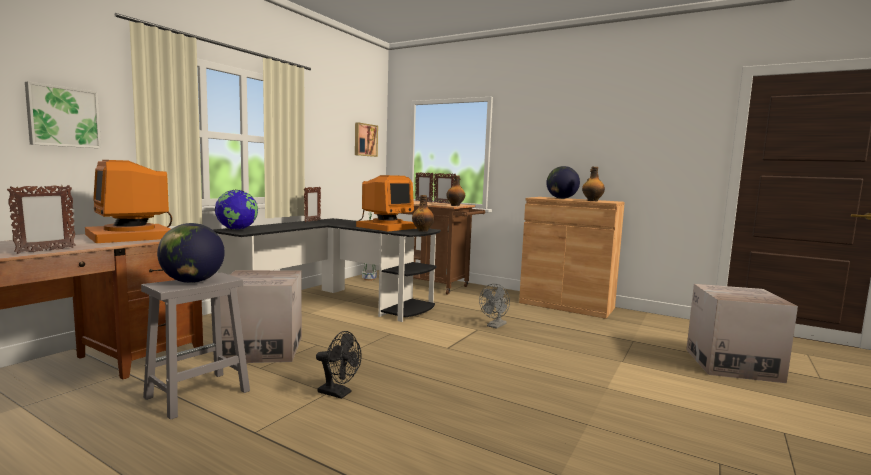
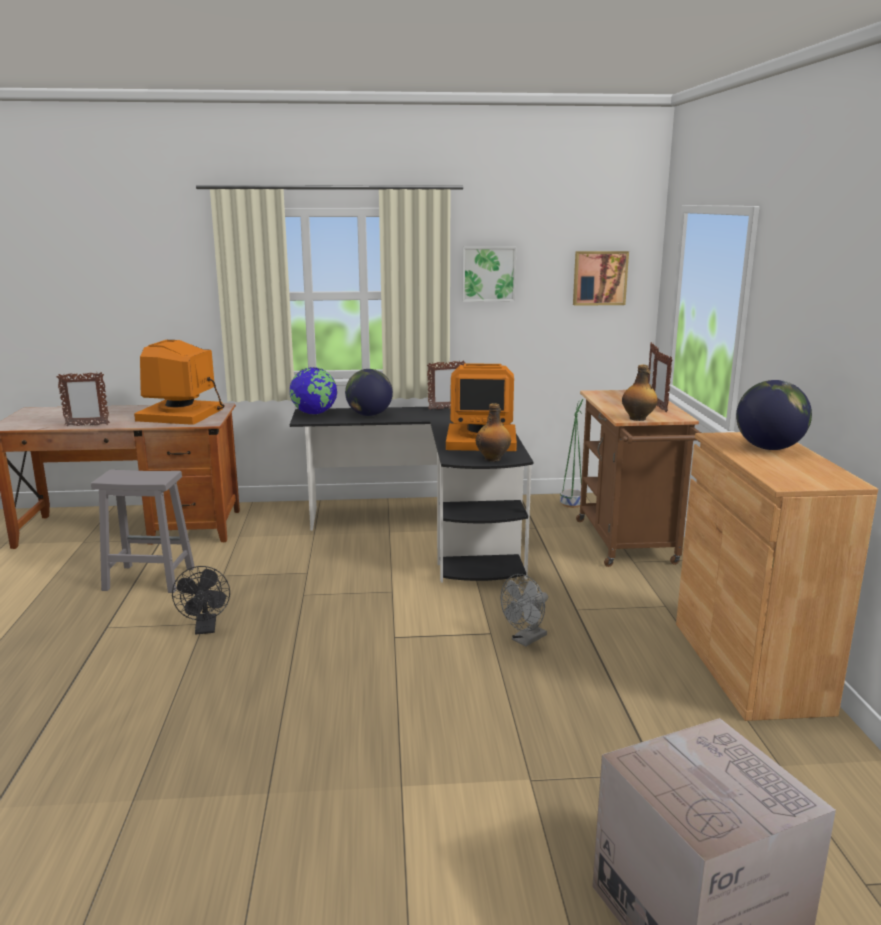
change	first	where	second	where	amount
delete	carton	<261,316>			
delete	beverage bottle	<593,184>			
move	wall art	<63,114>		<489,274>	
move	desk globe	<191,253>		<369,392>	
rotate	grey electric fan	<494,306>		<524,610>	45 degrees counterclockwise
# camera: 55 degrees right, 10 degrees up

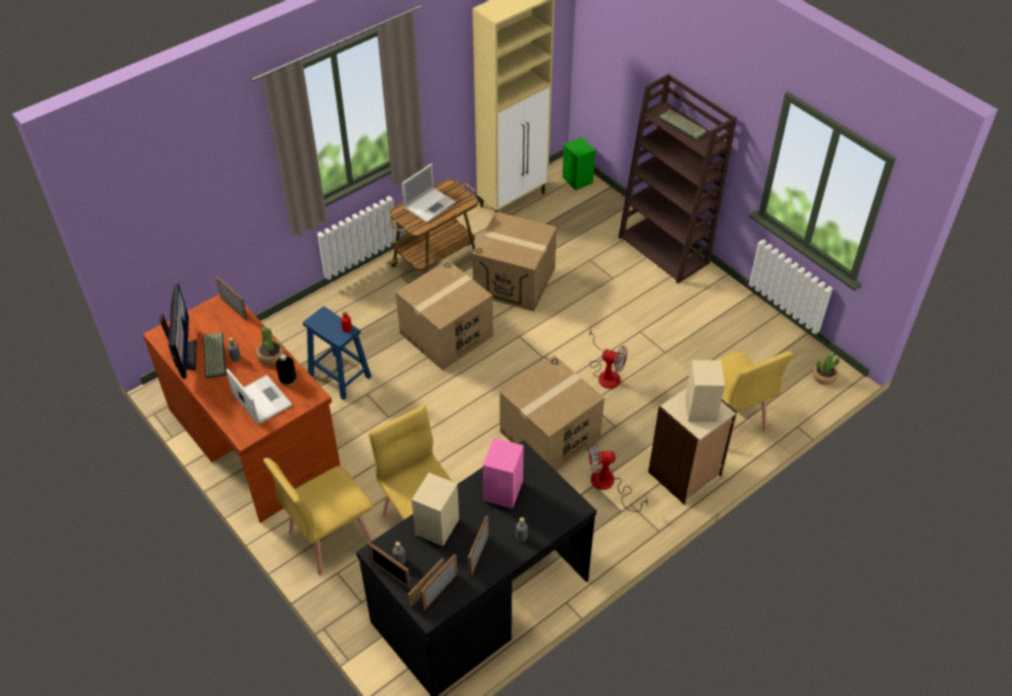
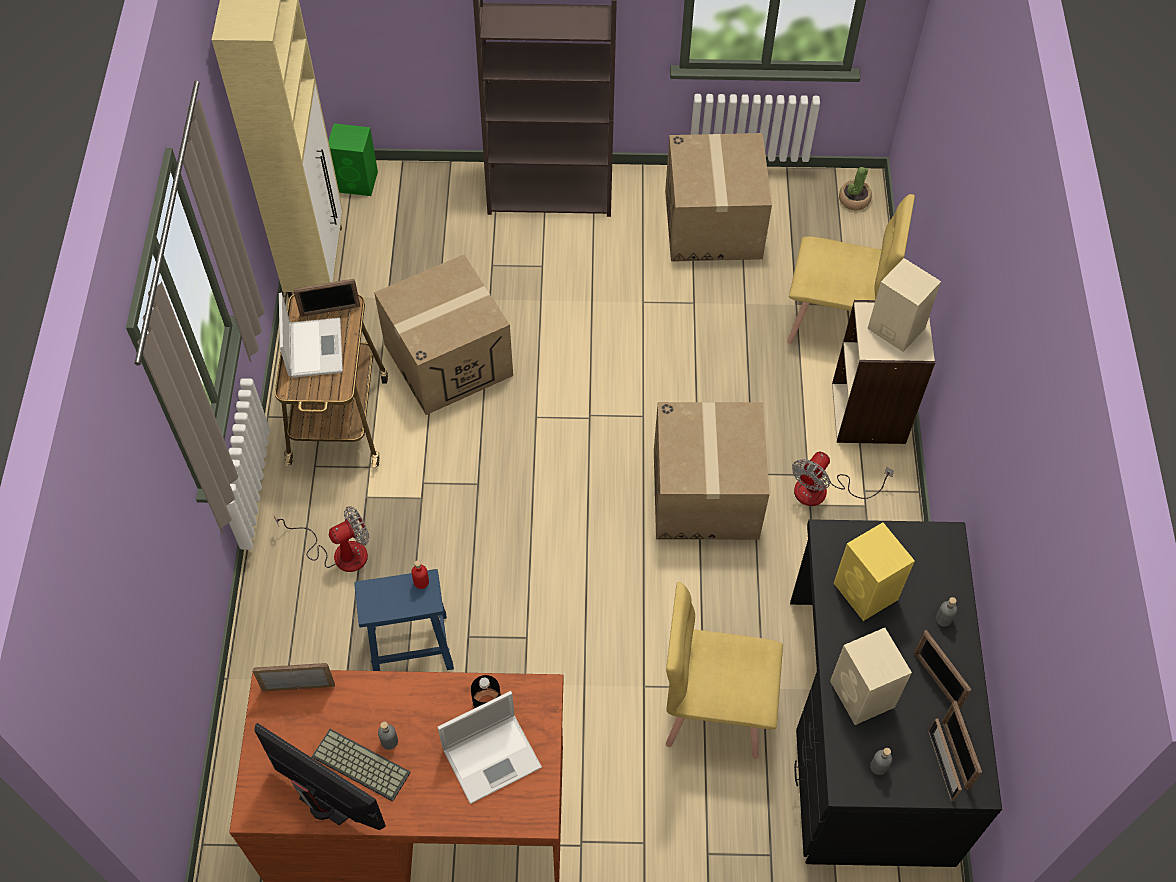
change	first	where	second	where	amount
delete	potted plant	<270,346>			
delete	yellow-coloured upright chair	<318,516>			
delete	PC keyboard	<683,125>			
move	photo frame	<389,566>		<326,298>	
move	carton	<444,315>		<718,197>	
move	electric fan	<608,359>		<321,539>	
recolor	pink-coloured speaker	<503,473>	yellow-coloured speaker	<874,571>	
rotate	laptop	<259,396>		<490,747>	150 degrees clockwise
# camera: 50 degrees left, 10 degrees up

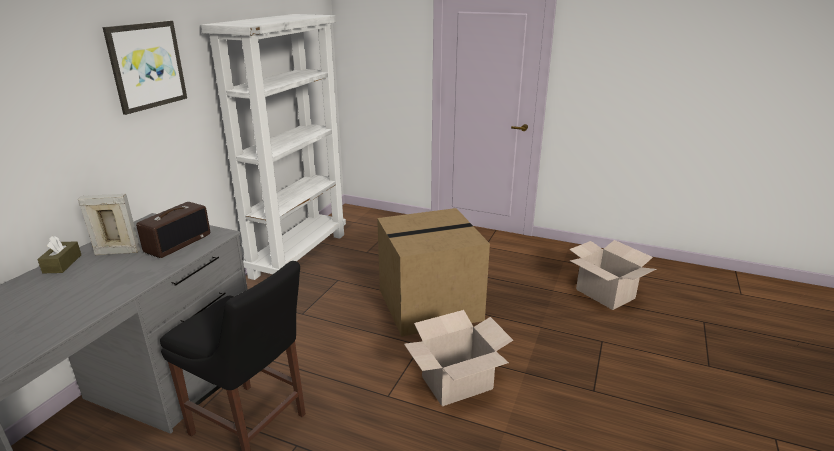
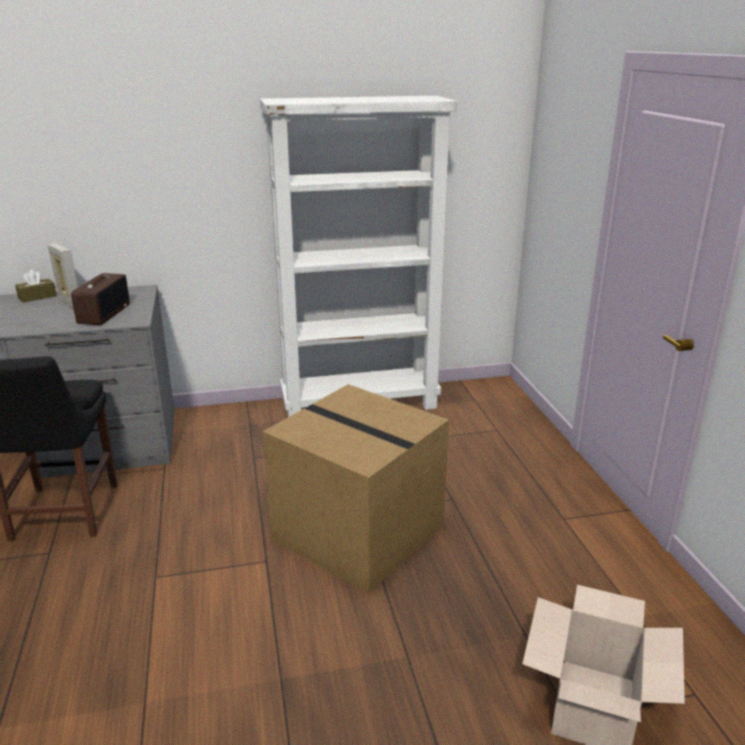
change	first	where	second	where	amount
delete	wall art	<144,67>			
delete	carton	<458,358>			
rotate	radio	<173,230>		<100,299>	75 degrees counterclockwise
# camera: 55 degrees right, 0 degrees up

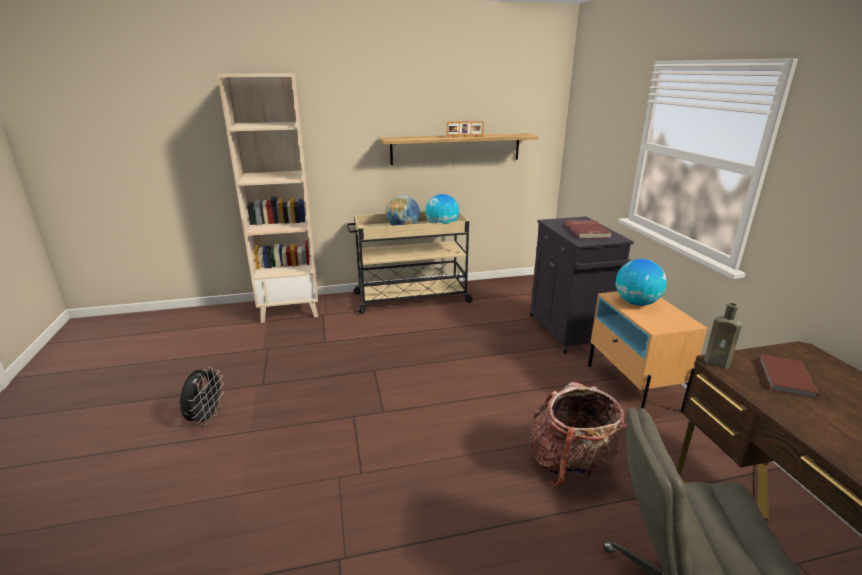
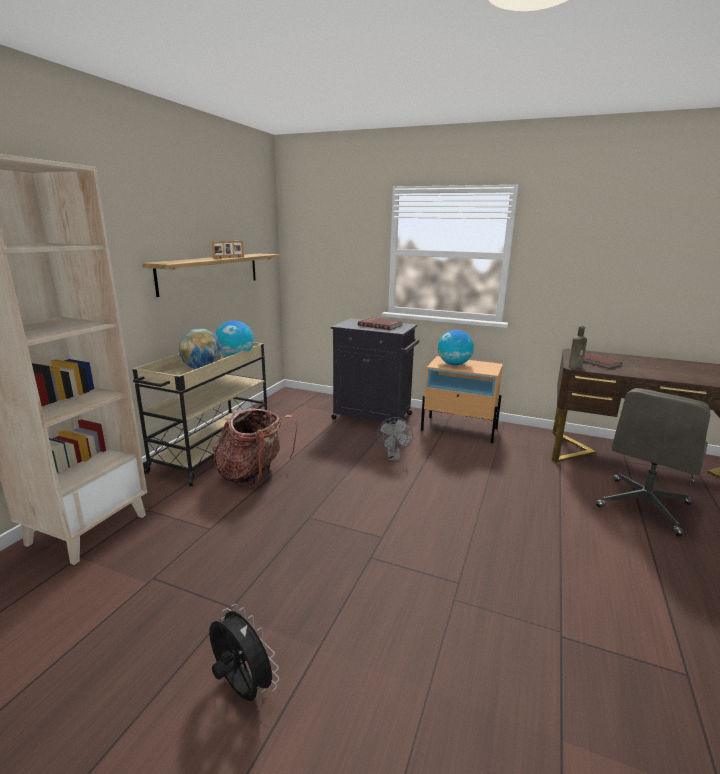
change	first	where	second	where	amount
insert			grey electric fan	<395,439>	
move	knapsack	<580,434>		<255,448>	
# camera: 55 degrees left, 5 degrees down

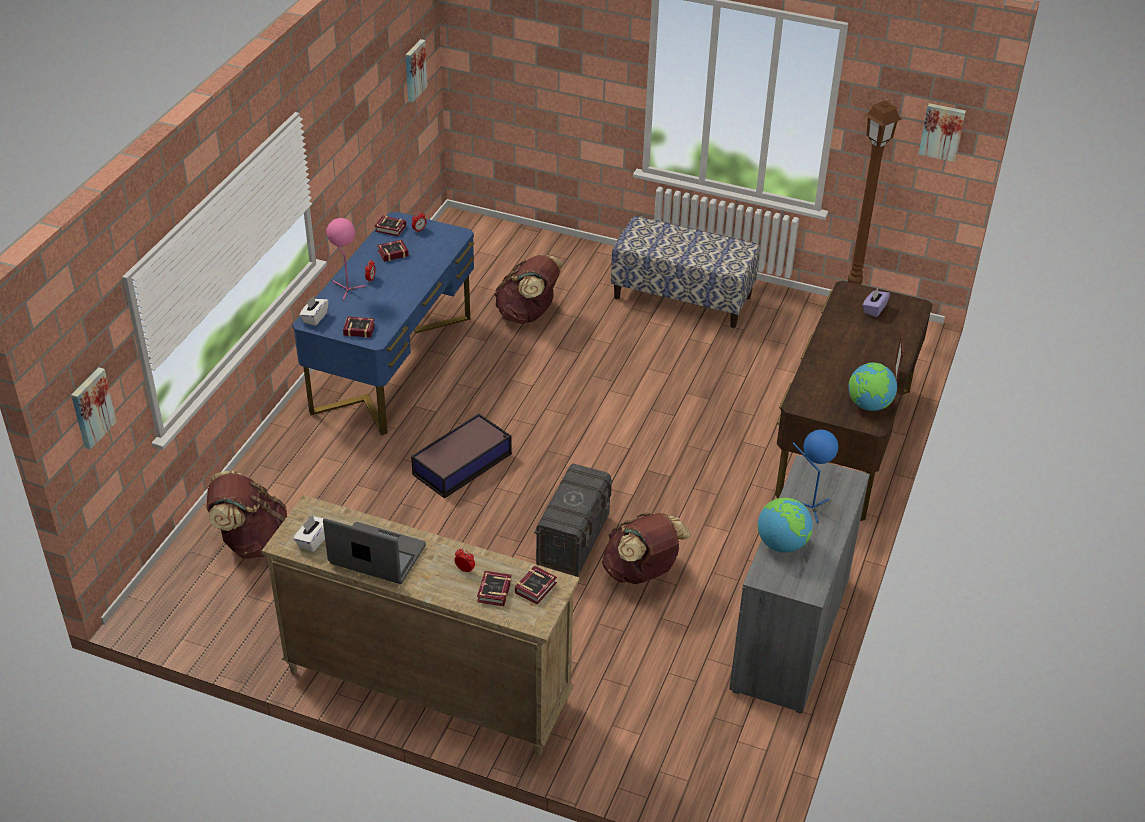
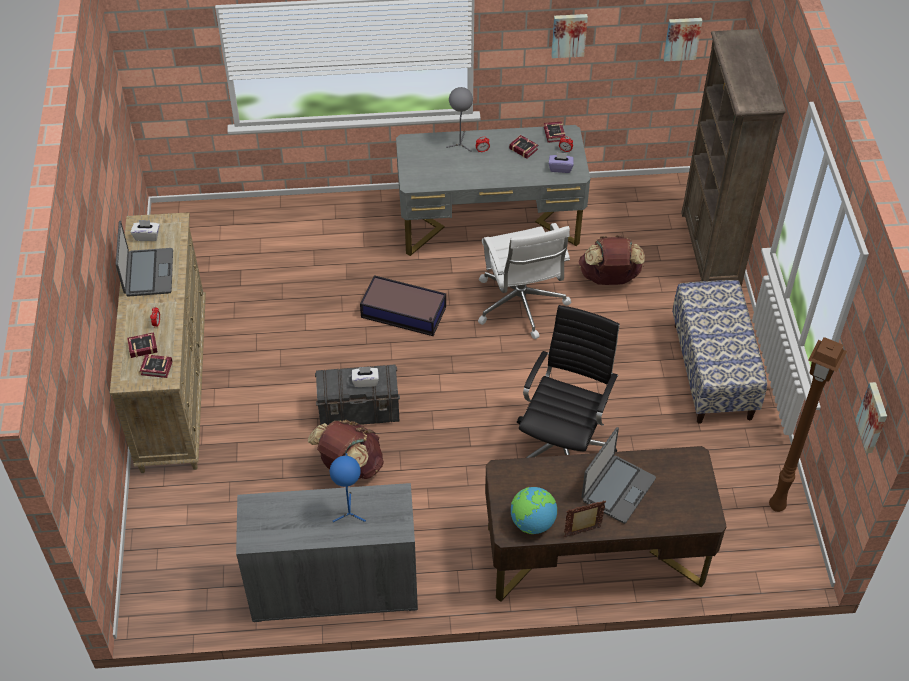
change	first	where	second	where	amount
delete	brown knapsack	<247,515>			
delete	bound book	<359,327>			
delete	desk globe	<785,525>			
insert			white computer chair	<525,281>	
insert			blackish computer chair	<568,381>	
insert			laptop	<619,475>	
insert			brown shelving unit	<733,158>	
move	wall art	<94,408>		<570,36>	
move	white tissue holder	<313,311>		<365,377>	
move	purple tissue holder	<876,302>		<561,162>	
recolor	blue-coloured desk	<383,323>	grey desk	<493,190>	
recolor	pink-coloured lamp for a table	<344,259>	grey lamp for a table	<459,119>	
# camera: 65 degrees right, 10 degrees up

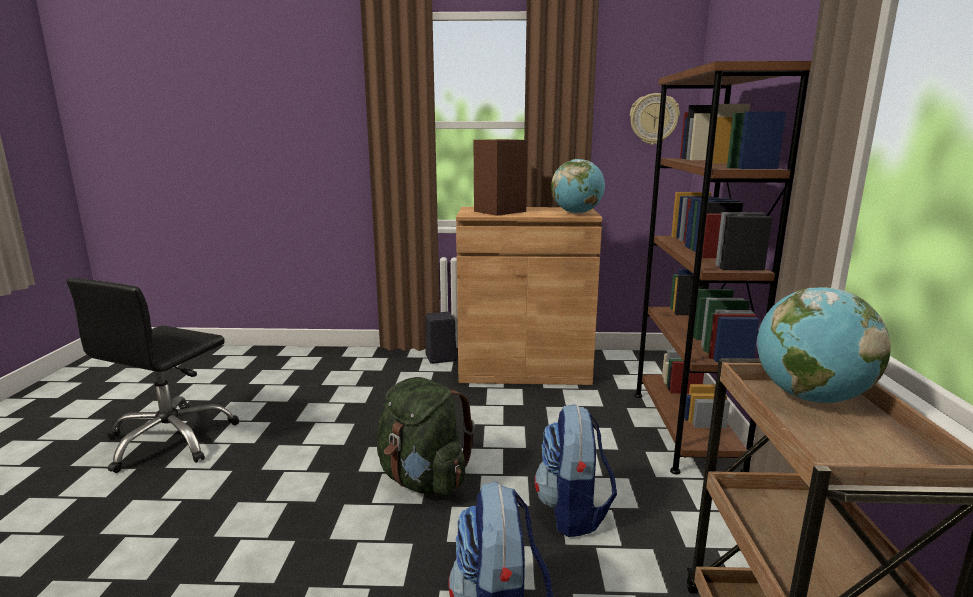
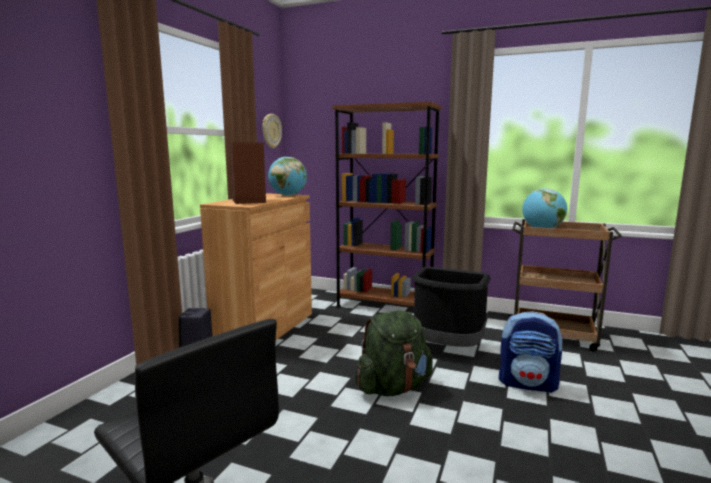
change	first	where	second	where	amount
replace	knapsack	<575,470>	blackish rubbish bin	<451,307>	
# camera: 70 degrees left, 5 degrees down

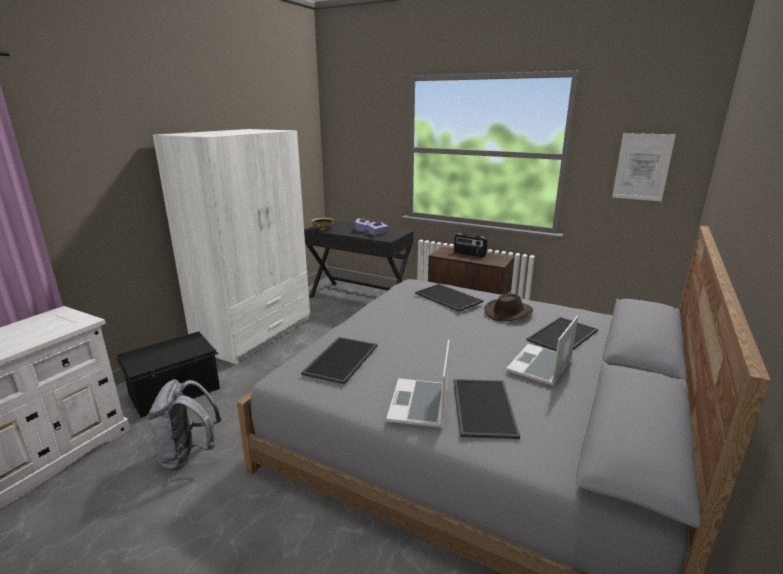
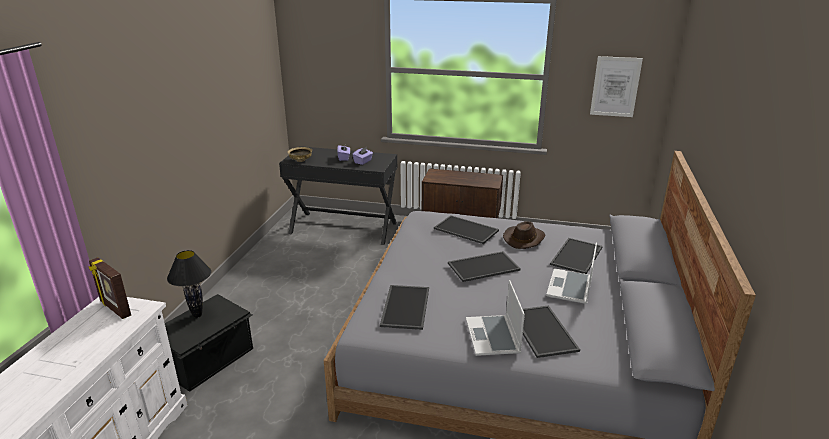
change	first	where	second	where	amount
delete	grey knapsack	<184,424>			
delete	white armoire	<231,247>			
delete	radio	<470,245>			
insert			photo frame	<109,288>	
insert			blackish lamp for a table	<189,284>	
insert			carrying tray	<484,266>	
# camera: 15 degrees left, 5 degrees up

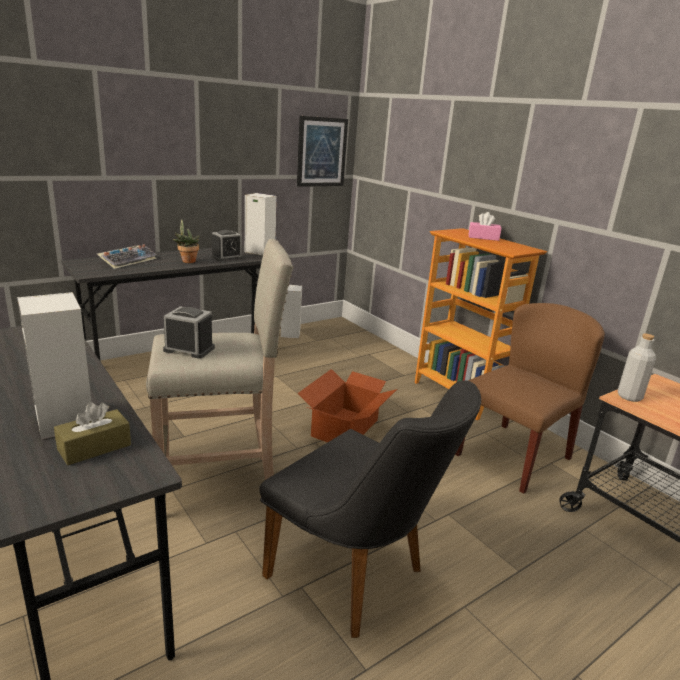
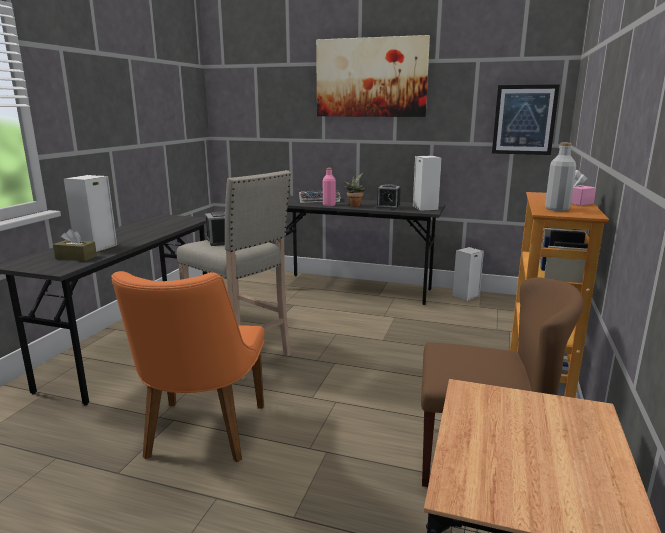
change	first	where	second	where	amount
delete	carton	<347,406>			
insert			wall art	<373,76>	
insert			pink-coloured beverage bottle	<329,187>	
move	grey beverage bottle	<637,368>		<560,177>	
recolor	blackish upright chair	<370,509>	orangey upright chair	<187,366>	
# camera: 55 degrees right, 5 degrees down

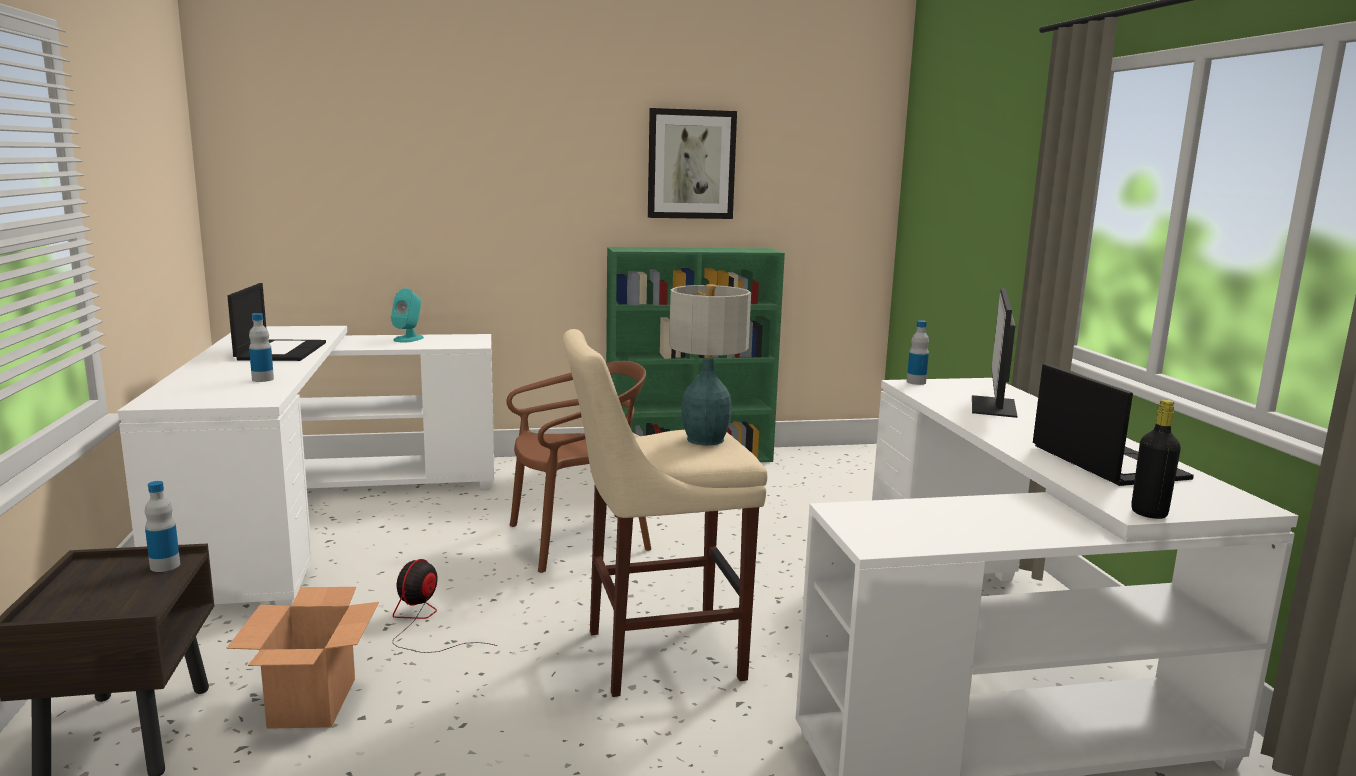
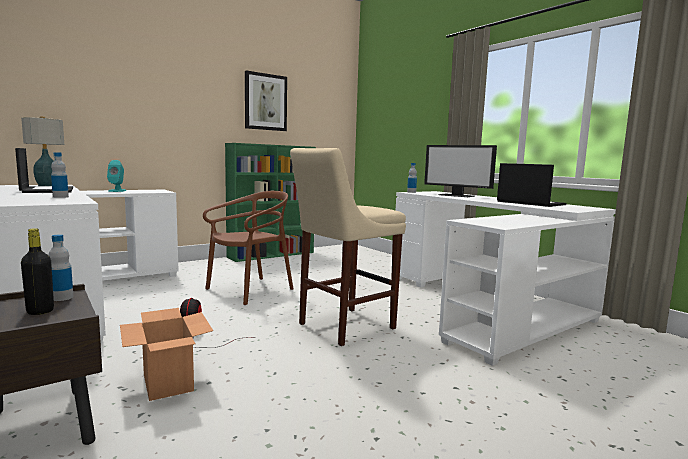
change	first	where	second	where	amount
move	lamp for a table	<710,364>		<42,151>	
move	blackish beverage bottle	<1156,459>		<37,271>	
rotate	computer display	<994,353>		<460,171>	45 degrees counterclockwise
# camera: 25 degrees left, 5 degrees down

